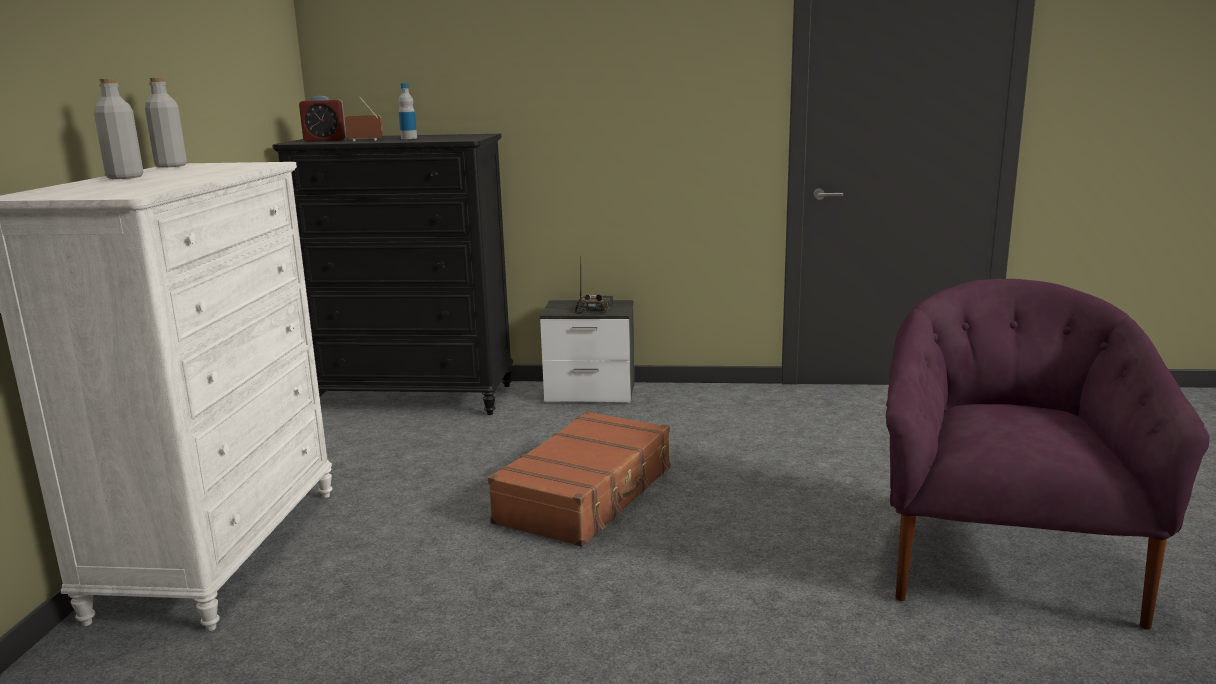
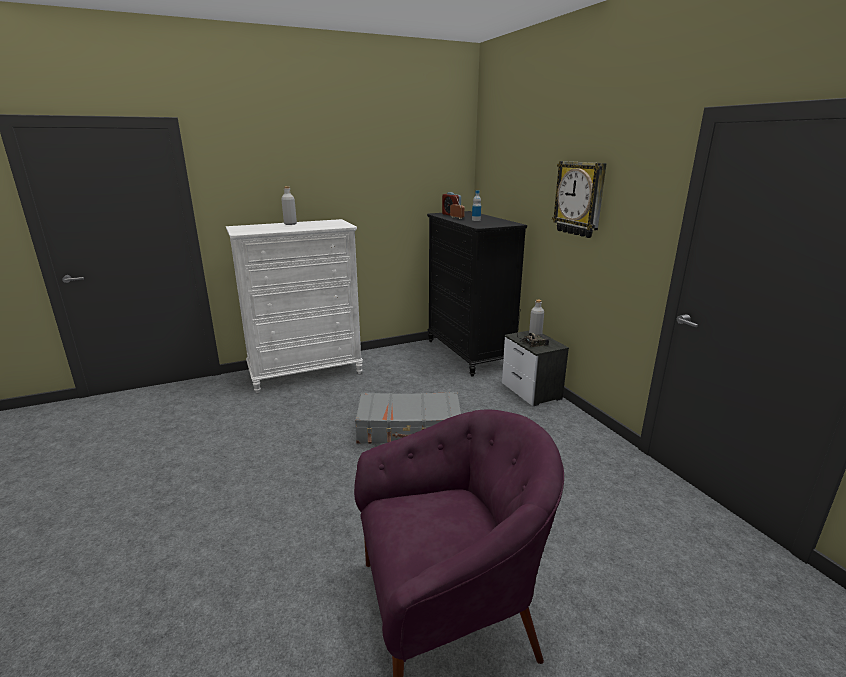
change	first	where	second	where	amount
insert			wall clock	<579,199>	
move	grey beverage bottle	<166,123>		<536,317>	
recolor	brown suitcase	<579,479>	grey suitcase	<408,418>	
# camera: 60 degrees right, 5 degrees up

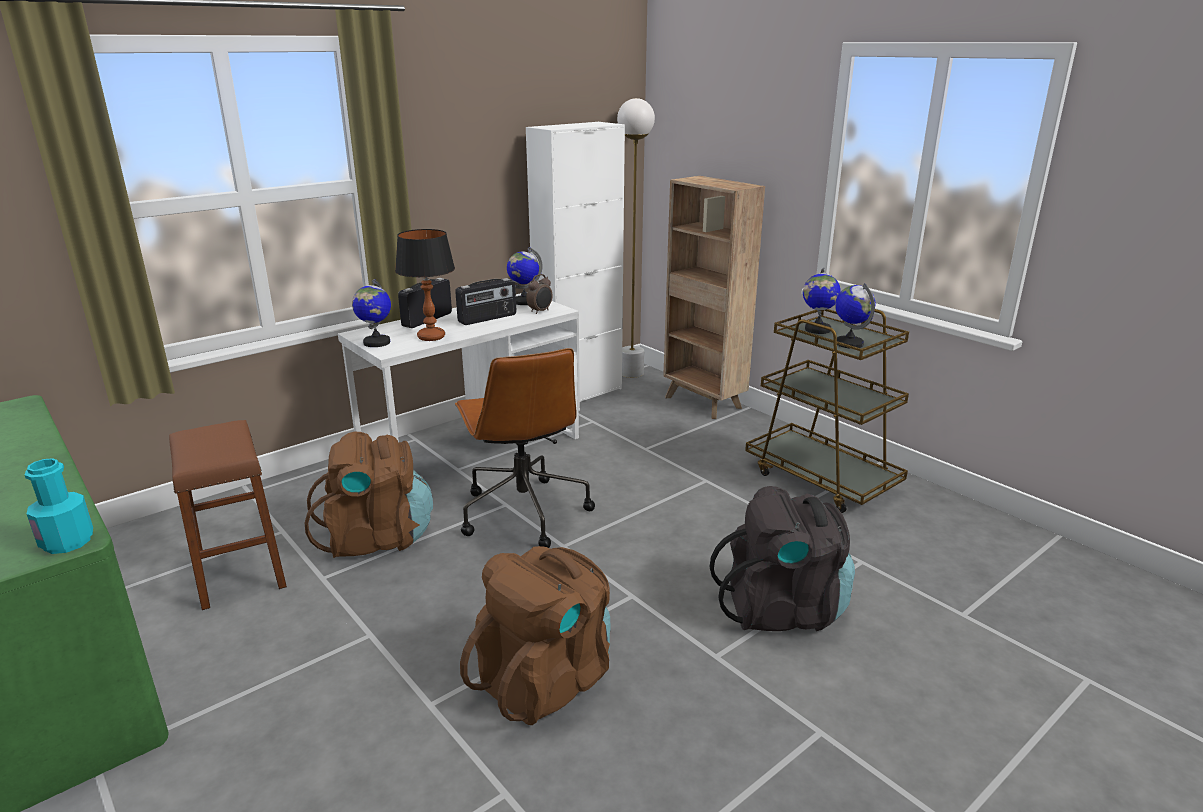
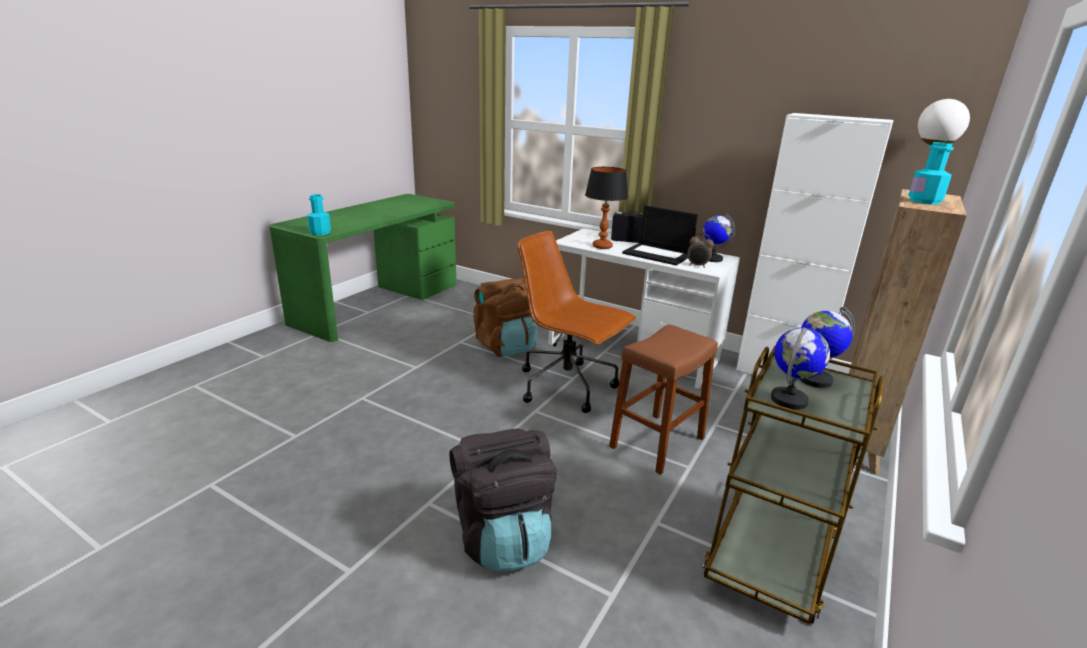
change	first	where	second	where	amount
delete	desk globe	<371,313>			
delete	brown knapsack	<535,635>			
insert			turquoise-coloured beverage bottle	<931,173>	
move	brown sitting stool	<228,515>		<663,399>	
replace	radio	<486,301>	laptop	<660,235>	
rotate	brown computer chair	<525,448>		<577,322>	75 degrees clockwise
# camera: 70 degrees right, 0 degrees up

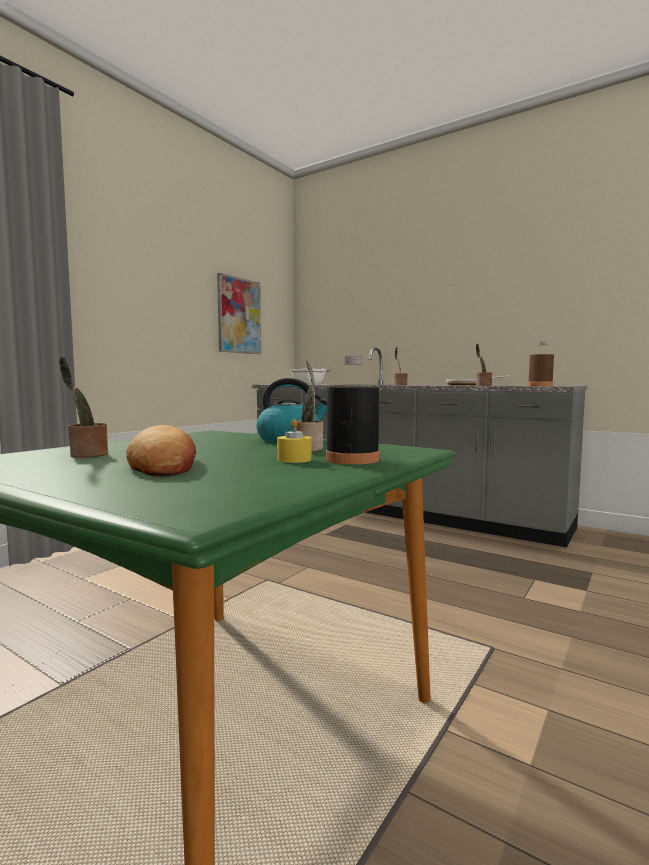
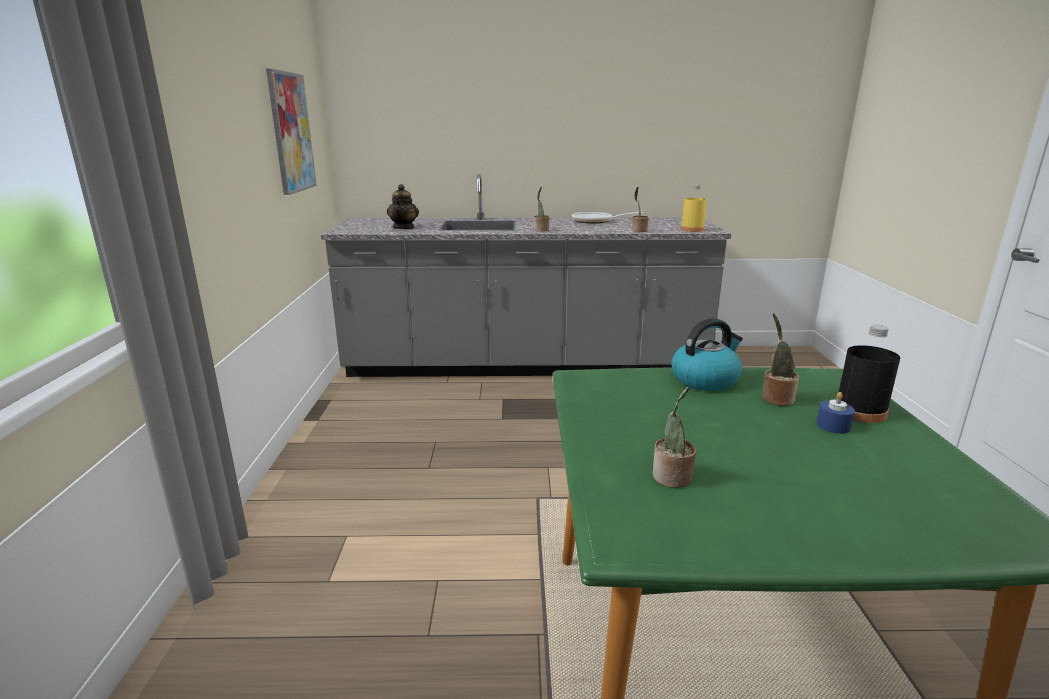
change	first	where	second	where	amount
delete	bread	<161,451>			
replace	skillet	<310,376>	teapot	<403,206>	
recolor	yellow-coloured wax light	<294,441>	blue-coloured wax light	<835,413>	
recolor	brown beverage bottle	<541,363>	yellow-coloured beverage bottle	<694,208>	
# camera: 35 degrees left, 15 degrees up

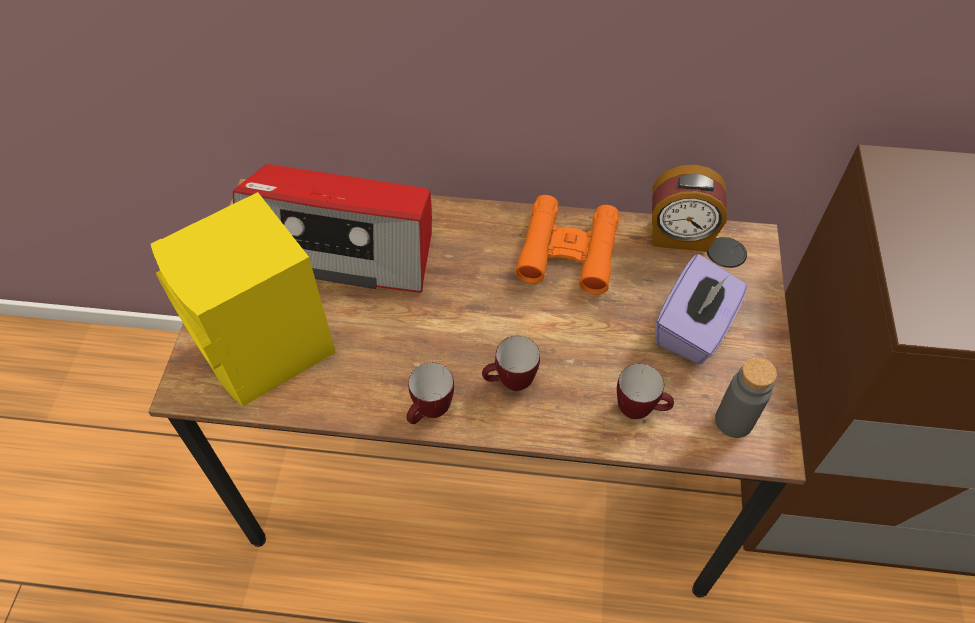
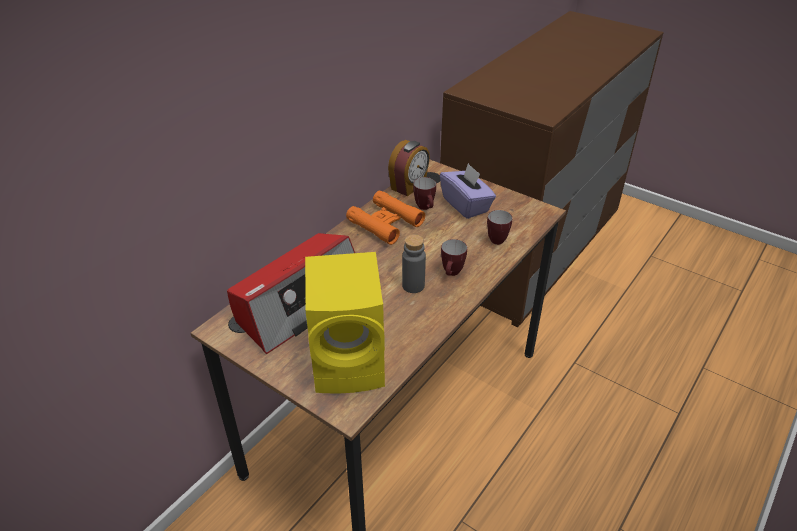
change	first	where	second	where	amount
move	mug	<430,393>		<424,193>	
move	grey beverage bottle	<746,397>		<414,263>	
# camera: 60 degrees left, 15 degrees down

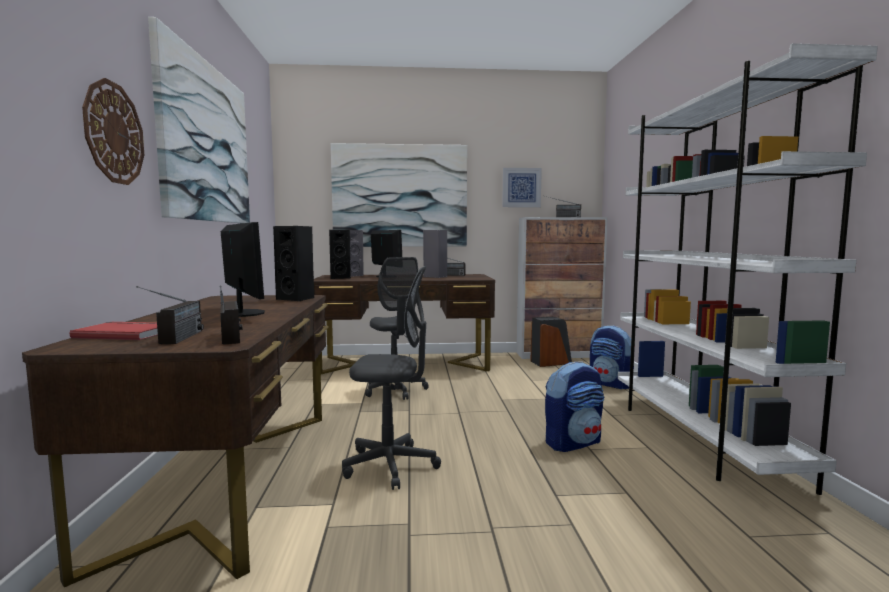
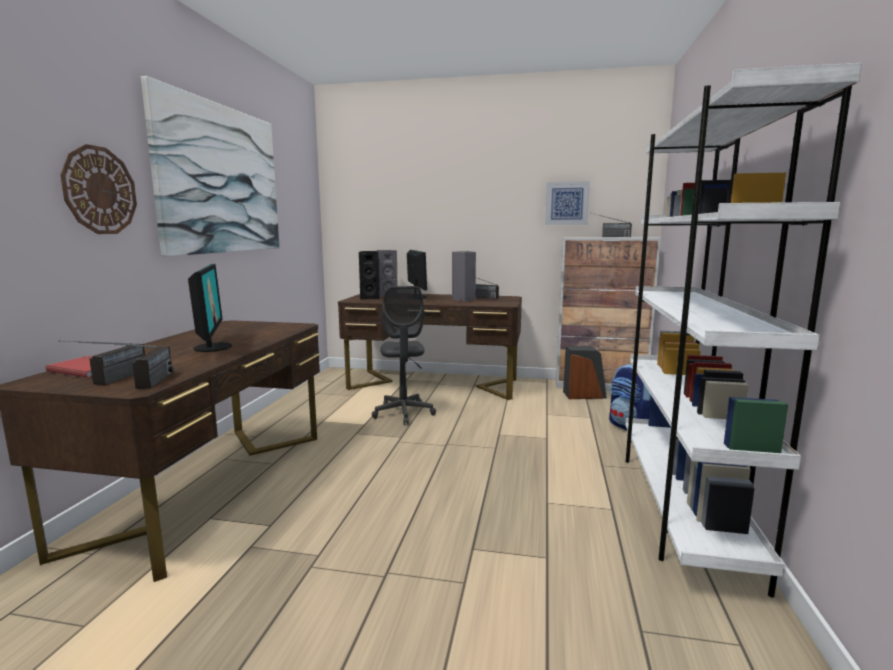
change	first	where	second	where	amount
delete	blackish speaker	<293,263>			
delete	wall art	<399,195>			
delete	grey computer chair	<391,378>			
delete	knapsack	<574,406>			
# camera: 15 degrees right, 5 degrees up

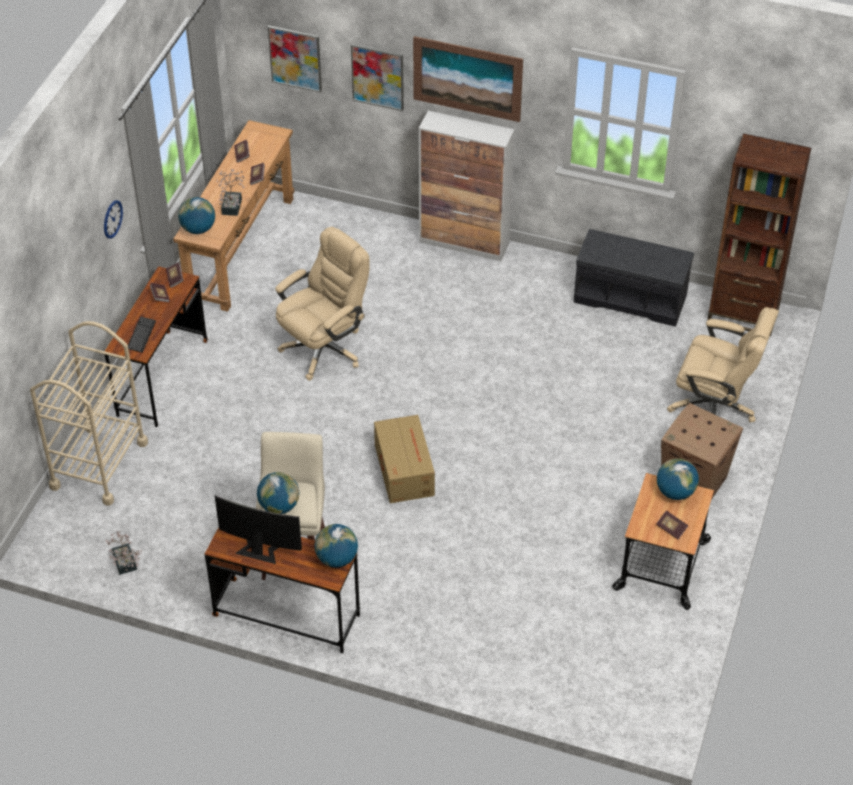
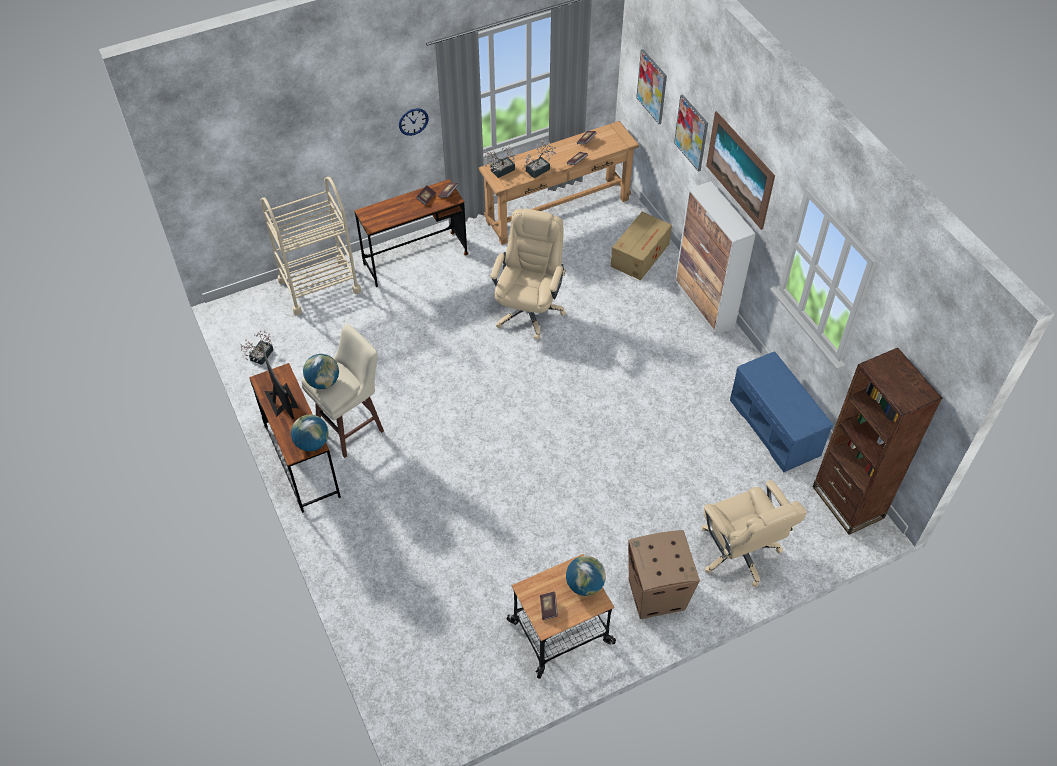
change	first	where	second	where	amount
delete	PC keyboard	<142,335>			
move	carton	<404,459>		<641,246>	
replace	desk globe	<196,215>	potted plant	<500,162>	
recolor	grey long seat	<634,278>	blue-coloured long seat	<781,411>	
rotate	beige-coloured computer chair	<322,304>		<528,274>	75 degrees counterclockwise
# camera: 45 degrees right, 5 degrees up

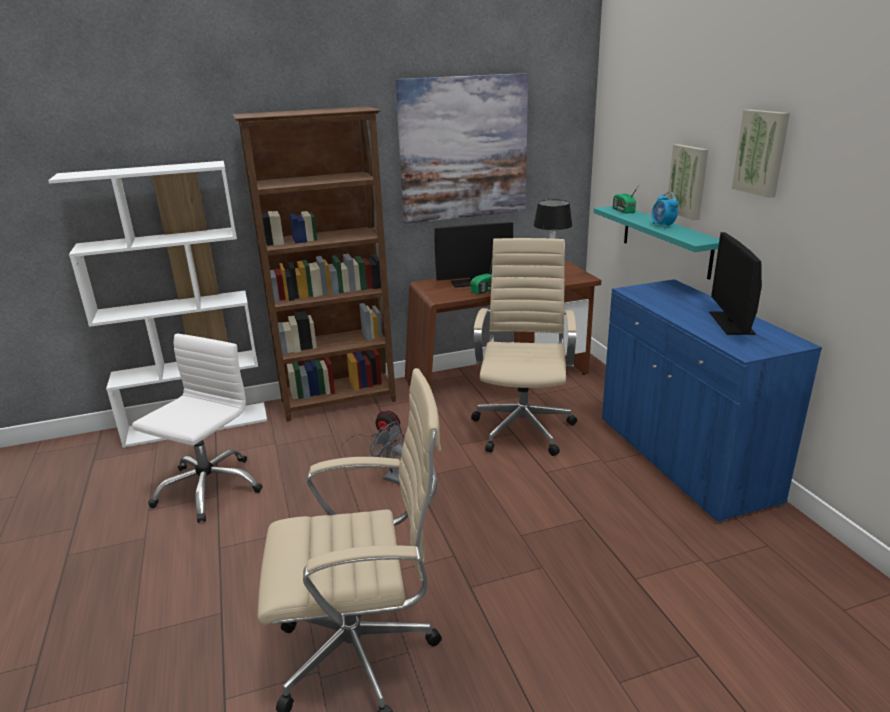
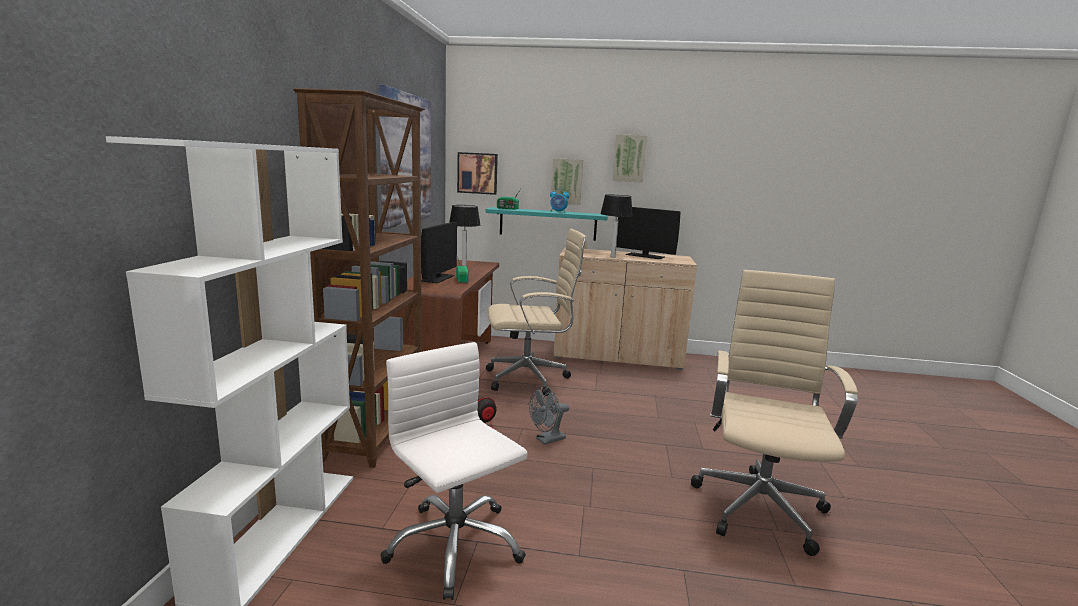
change	first	where	second	where	amount
insert			wall art	<477,173>	
insert			lamp for a table	<616,225>	
recolor	blue-coloured cabinet	<712,401>	beige-coloured cabinet	<625,309>	
rotate	beige-coloured computer chair	<524,347>		<536,312>	135 degrees clockwise
# camera: 65 degrees left, 10 degrees down

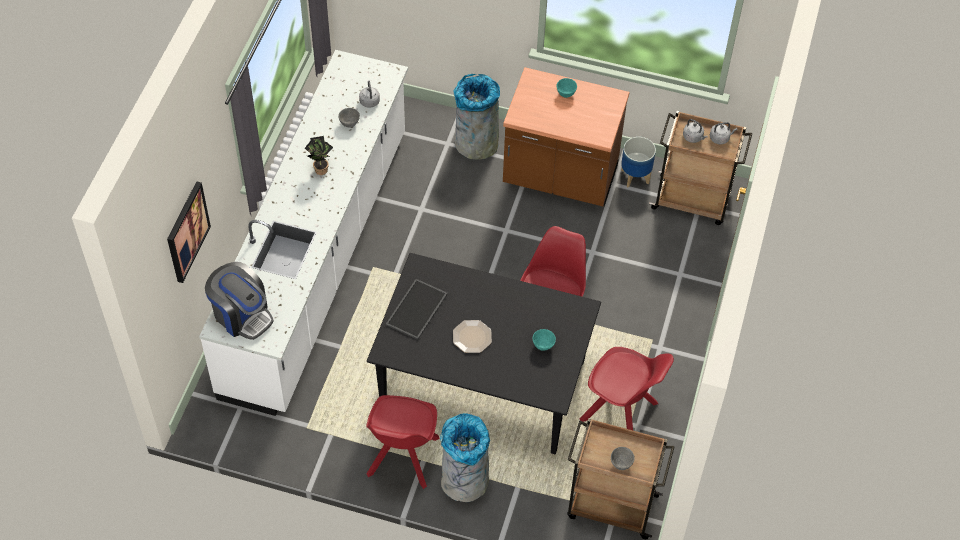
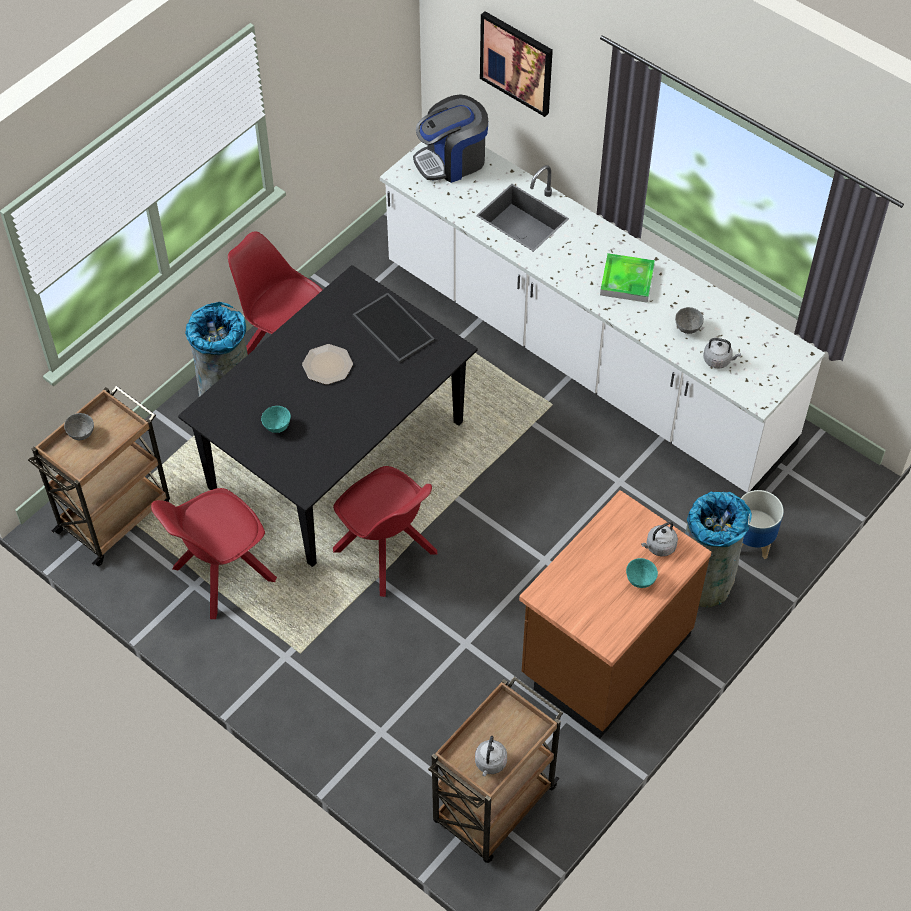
change	first	where	second	where	amount
move	planter	<638,162>		<762,524>	
move	grey kettle	<695,131>		<659,539>	
replace	potted plant	<319,155>	carrying tray	<627,278>	
# camera: 115 degrees right, 0 degrees up

